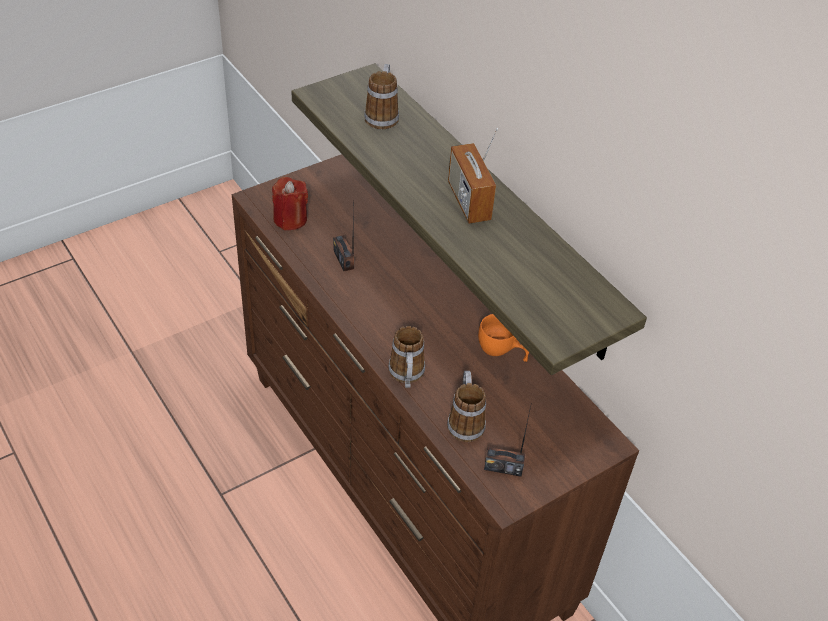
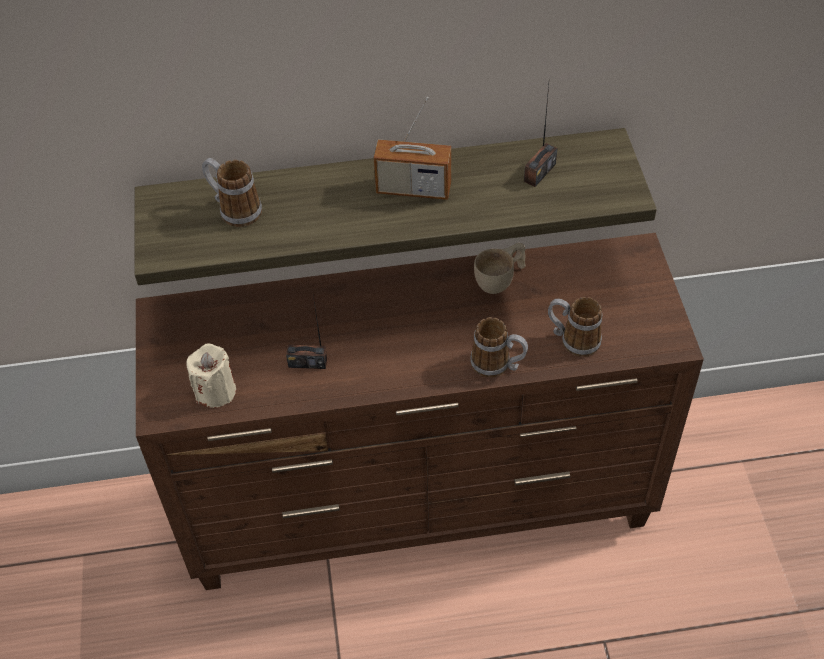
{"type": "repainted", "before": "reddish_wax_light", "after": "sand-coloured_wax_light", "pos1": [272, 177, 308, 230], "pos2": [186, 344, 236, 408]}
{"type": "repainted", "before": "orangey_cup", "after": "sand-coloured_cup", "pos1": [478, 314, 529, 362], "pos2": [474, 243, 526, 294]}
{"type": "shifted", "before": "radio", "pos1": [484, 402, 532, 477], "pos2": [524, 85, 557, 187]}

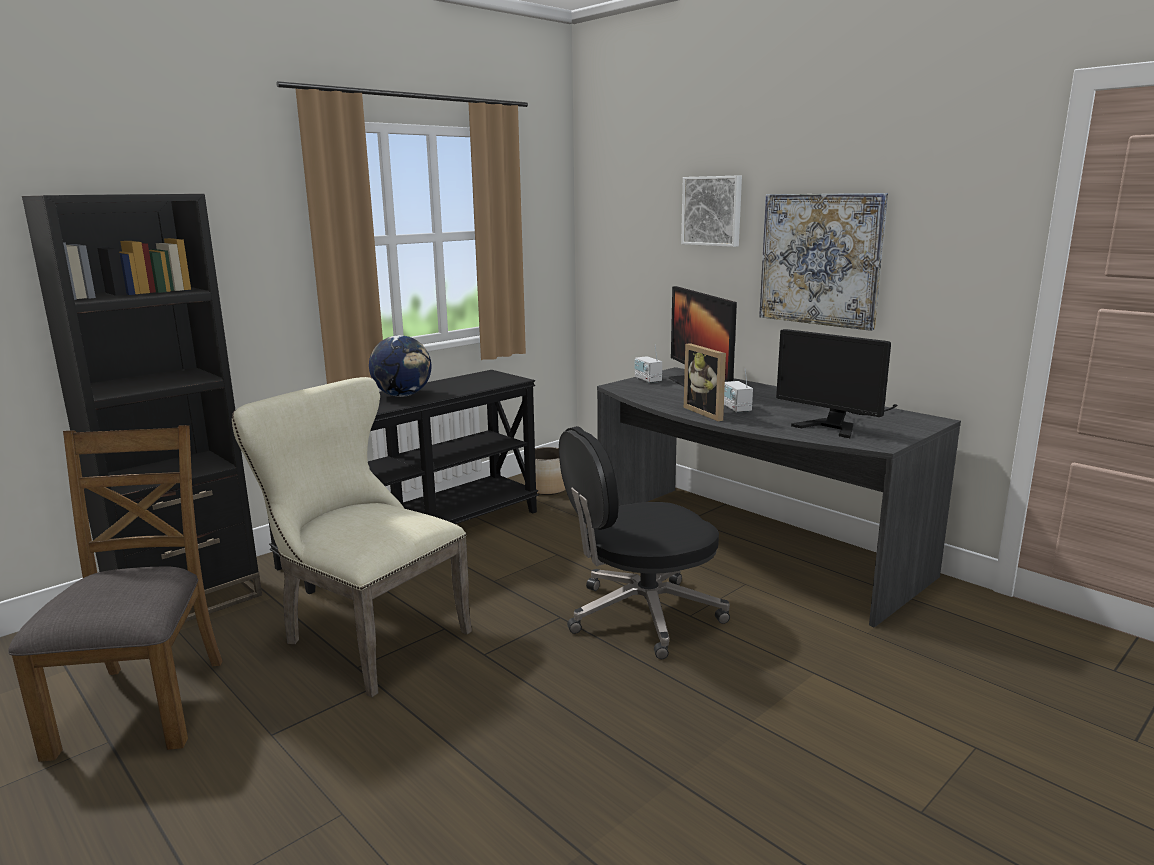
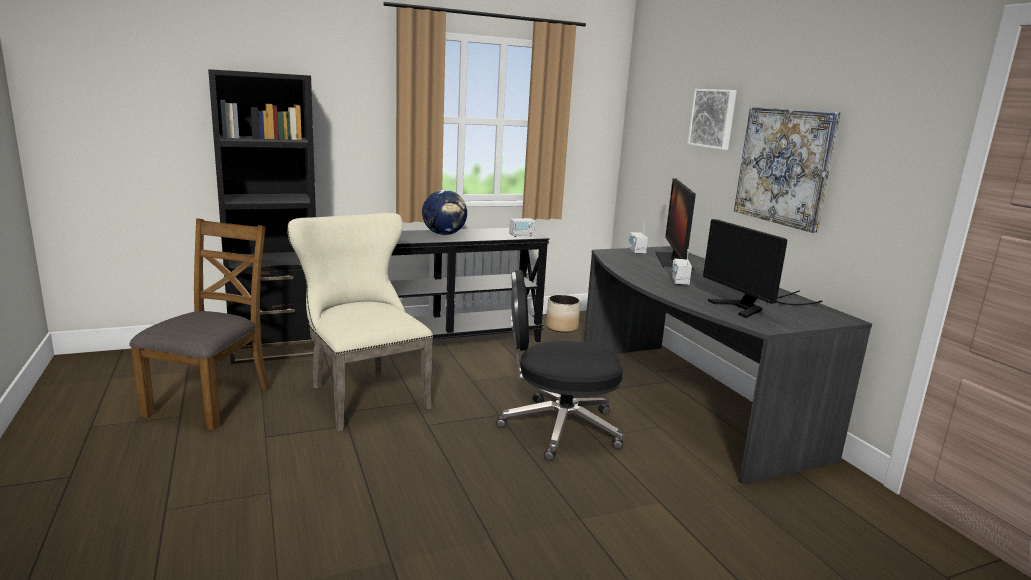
{"type": "new", "after": "radio", "pos2": [509, 207, 535, 237]}
{"type": "gone", "before": "picture_frame", "pos1": [684, 343, 726, 421]}

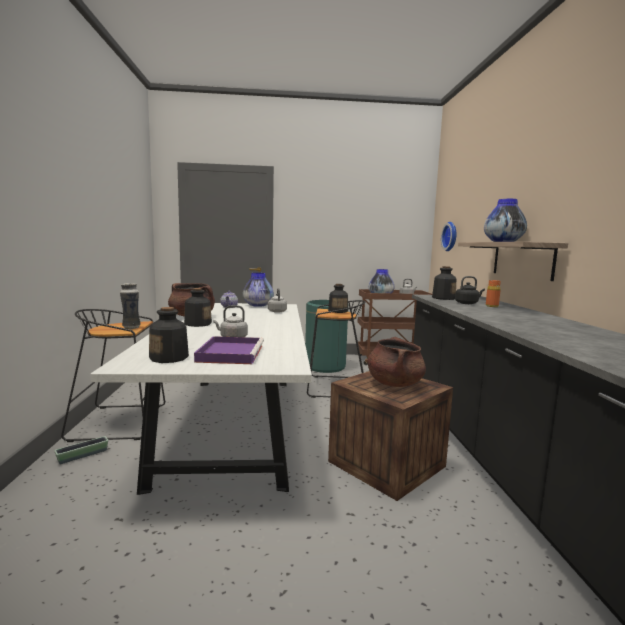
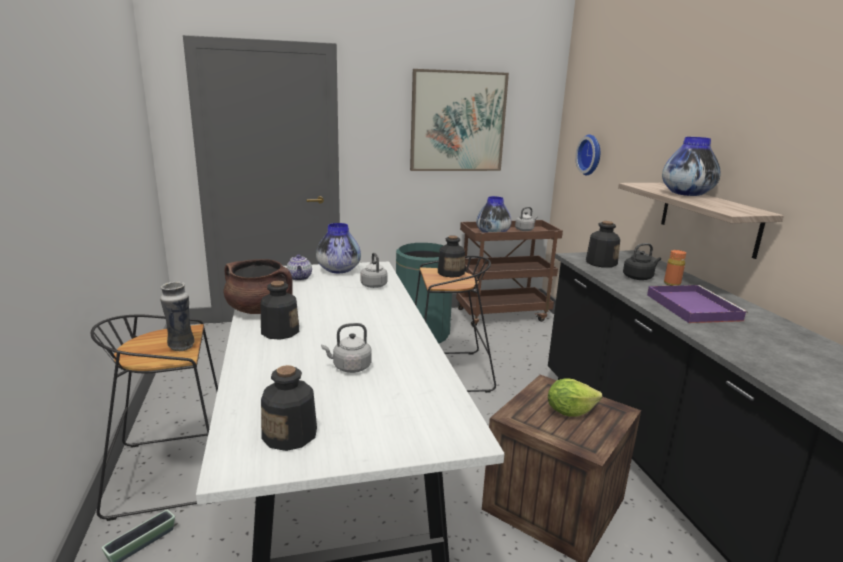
{"type": "new", "after": "wall_picture", "pos2": [410, 69, 509, 171]}
{"type": "swapped", "before": "brown-coloured_stockpot", "after": "lettuce", "pos1": [368, 337, 426, 387], "pos2": [548, 378, 602, 417]}
{"type": "shifted", "before": "purple_carrying_tray", "pos1": [194, 336, 264, 364], "pos2": [647, 285, 748, 323]}

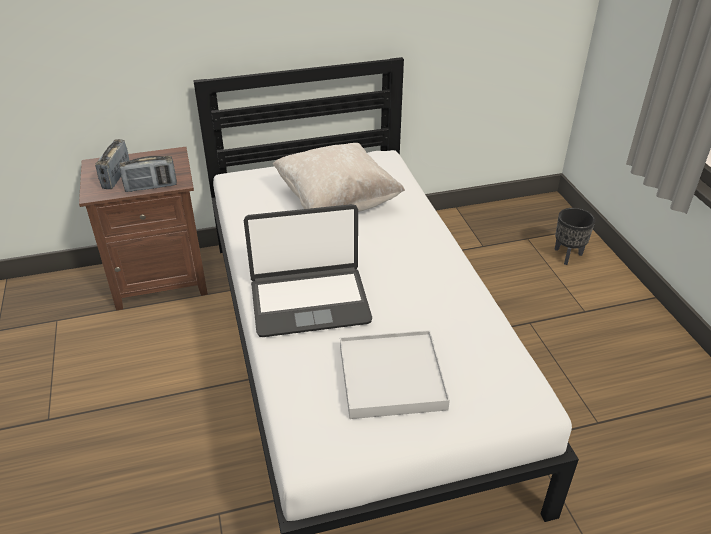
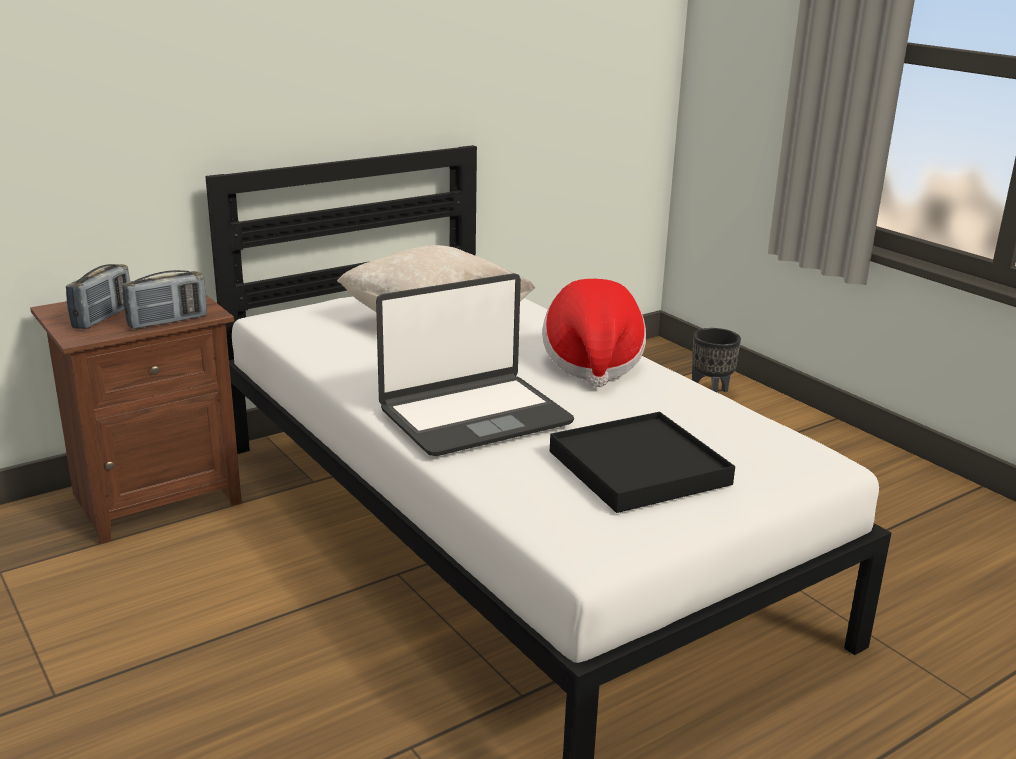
{"type": "rotated", "before": "radio", "pos1": [95, 139, 130, 189], "pos2": [66, 264, 130, 329], "turn": -150}
{"type": "new", "after": "wearable_hat", "pos2": [542, 279, 646, 387]}
{"type": "repainted", "before": "white-coloured_carrying_tray", "after": "black_carrying_tray", "pos1": [340, 330, 450, 419], "pos2": [550, 412, 735, 513]}

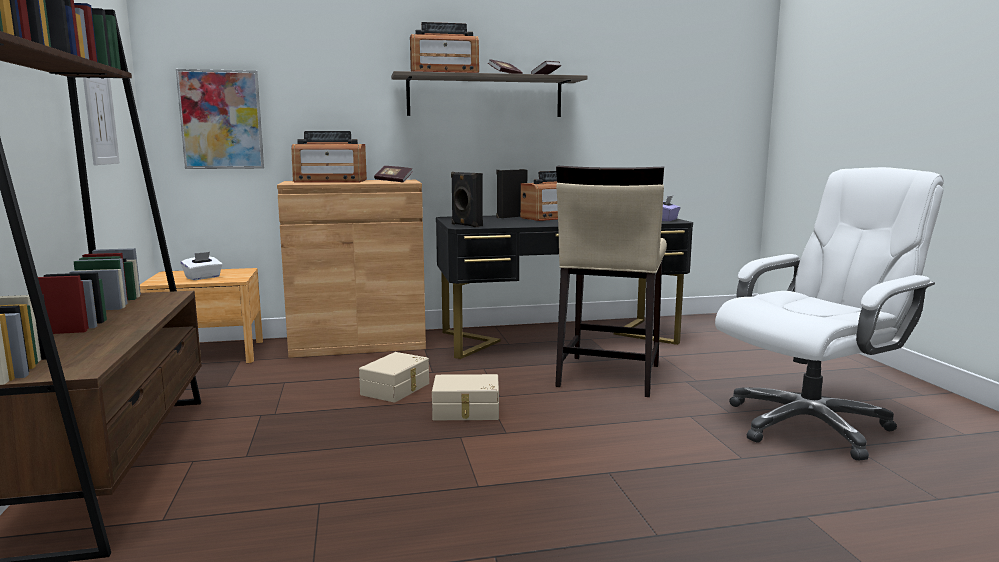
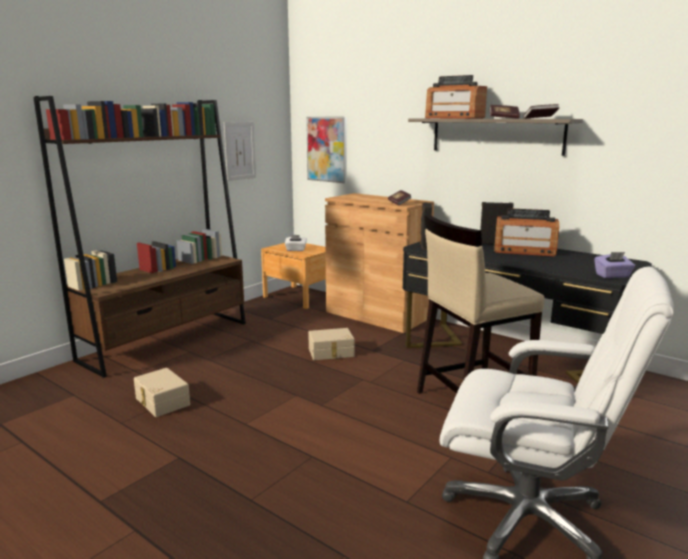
{"type": "shifted", "before": "sand-coloured_storage_box", "pos1": [432, 374, 499, 420], "pos2": [134, 368, 190, 417]}
{"type": "gone", "before": "radio", "pos1": [291, 131, 367, 183]}

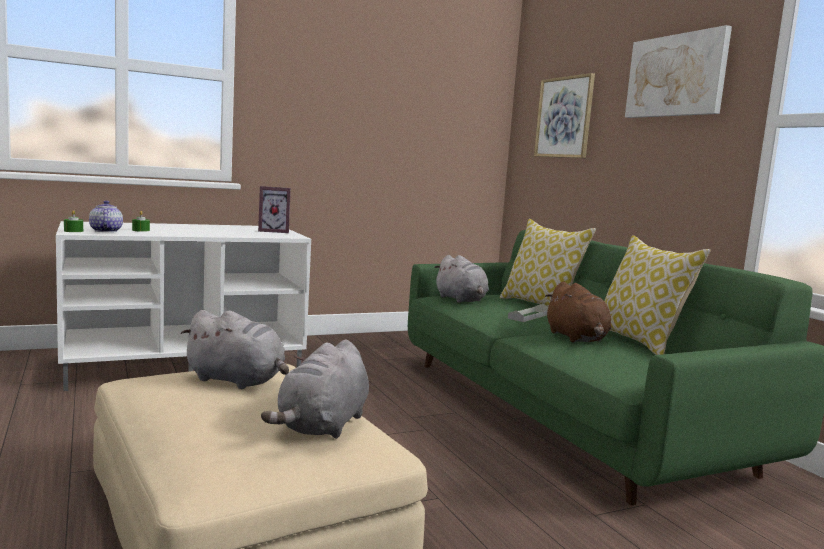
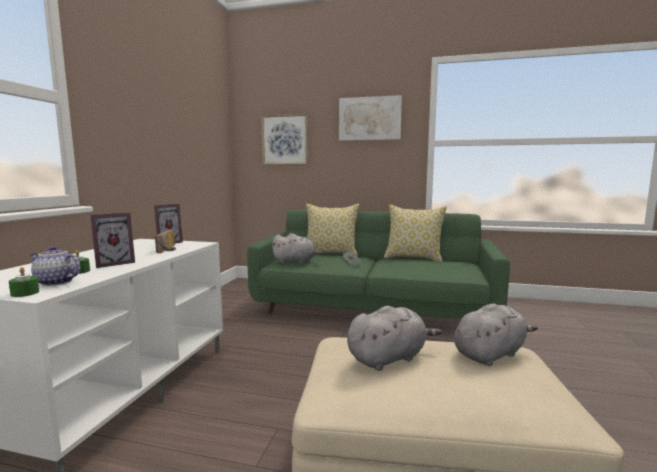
{"type": "new", "after": "picture_frame", "pos2": [90, 212, 135, 268]}
{"type": "new", "after": "radio", "pos2": [155, 230, 176, 253]}
{"type": "rotated", "before": "greyish_plush_toy", "pos1": [261, 340, 369, 439], "pos2": [454, 304, 538, 366], "turn": -90}
{"type": "gone", "before": "brown-coloured_plush_toy", "pos1": [545, 282, 612, 342]}

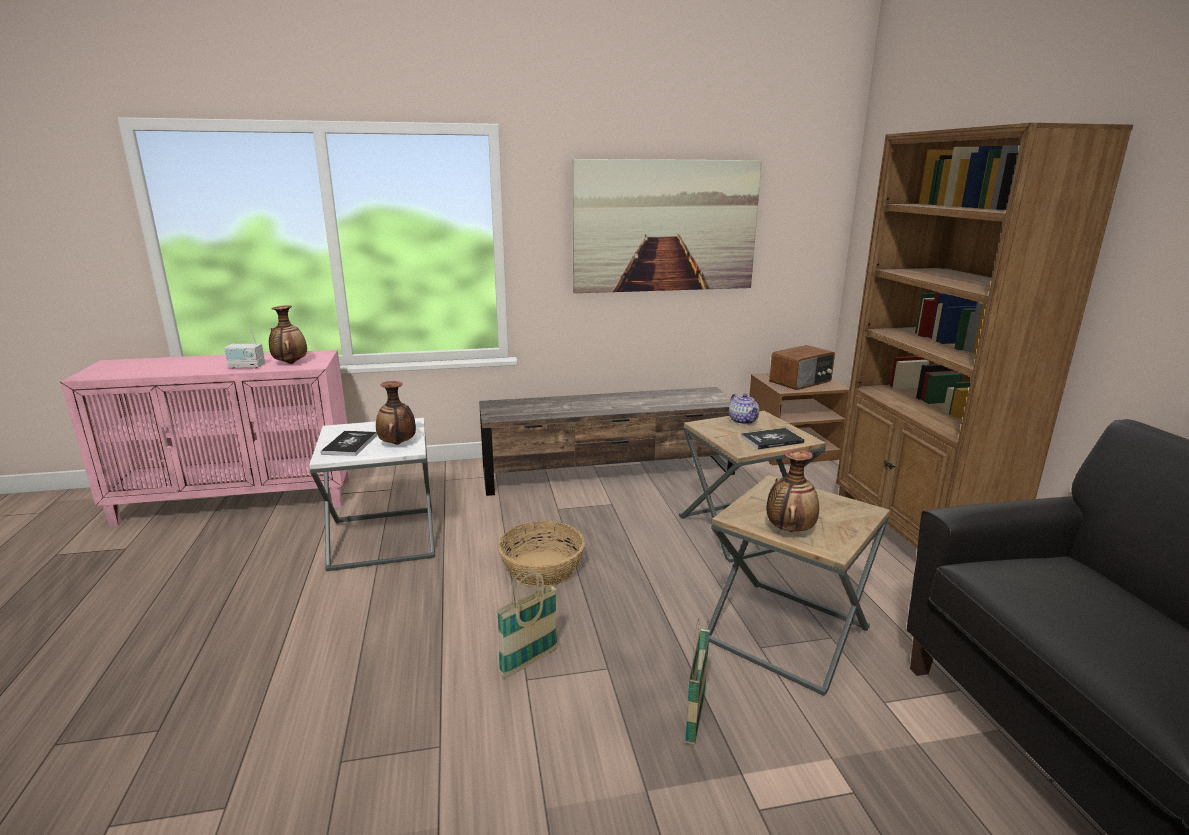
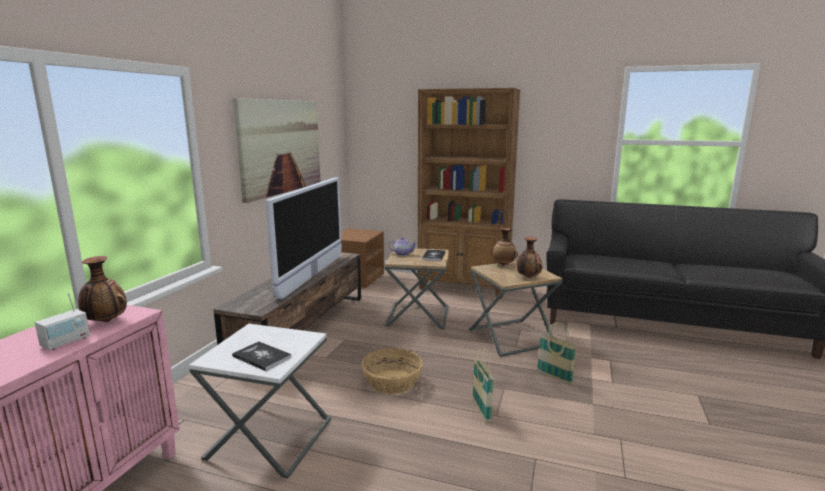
{"type": "new", "after": "TV_set", "pos2": [265, 178, 342, 299]}
{"type": "shifted", "before": "decorative_vase", "pos1": [376, 381, 416, 445], "pos2": [490, 228, 518, 265]}
{"type": "gone", "before": "radio", "pos1": [769, 345, 835, 390]}

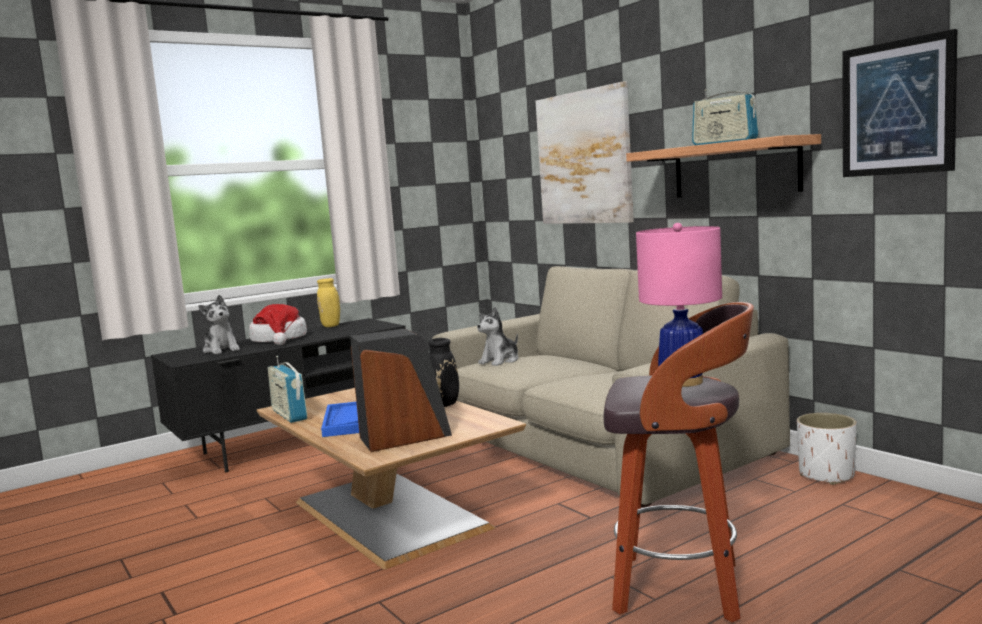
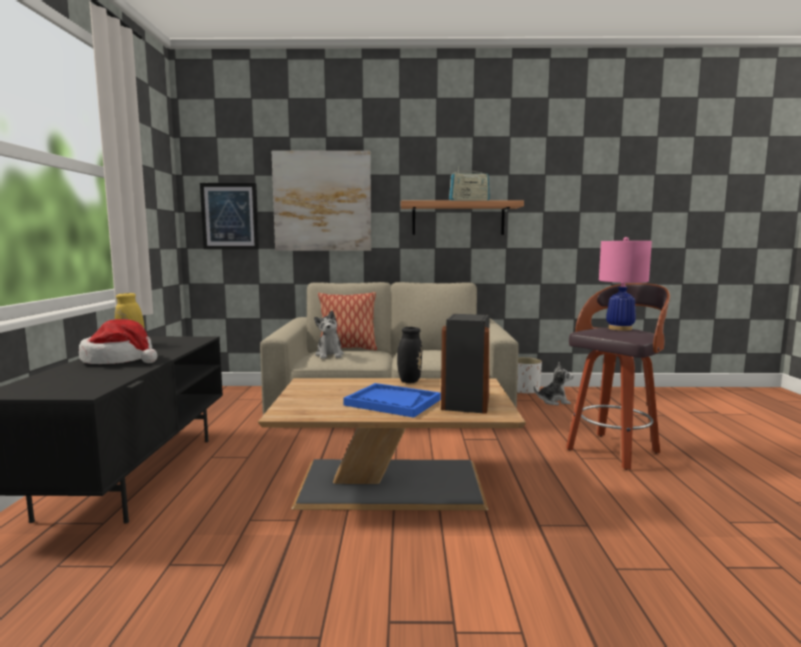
{"type": "shifted", "before": "wall_picture", "pos1": [842, 29, 957, 177], "pos2": [200, 183, 259, 249]}
{"type": "new", "after": "cushion", "pos2": [318, 292, 377, 350]}
{"type": "shifted", "before": "plush_toy", "pos1": [199, 295, 240, 355], "pos2": [534, 362, 574, 405]}
{"type": "gone", "before": "radio", "pos1": [268, 356, 307, 423]}

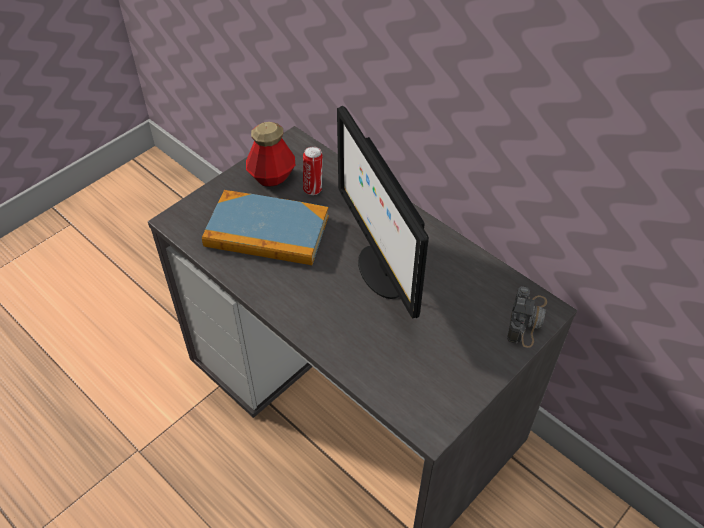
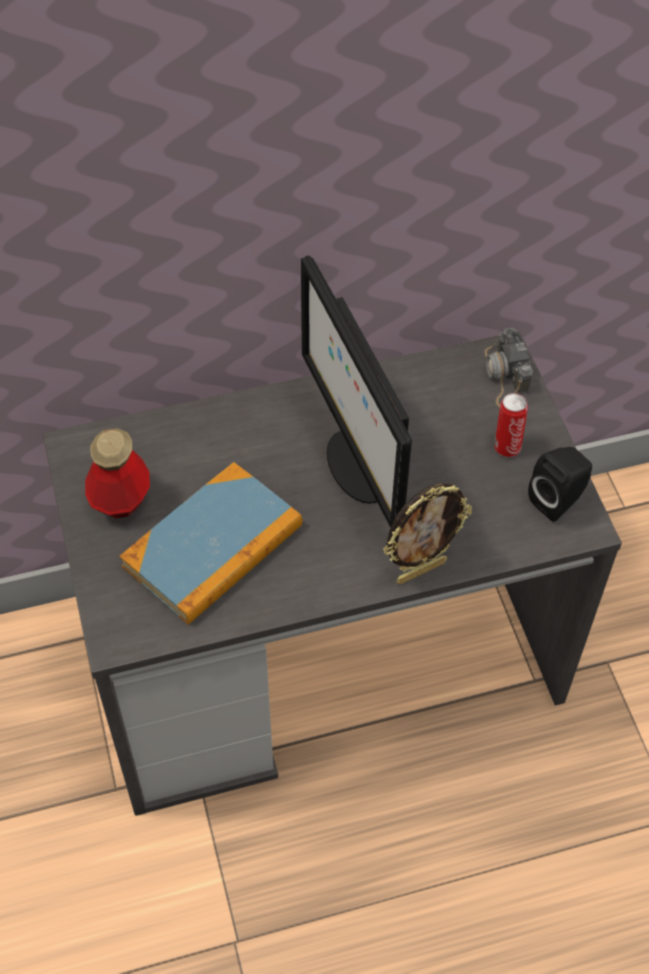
{"type": "rotated", "before": "monitor", "pos1": [337, 106, 429, 319], "pos2": [301, 255, 412, 528], "turn": 60}
{"type": "new", "after": "picture_frame", "pos2": [383, 484, 472, 585]}
{"type": "rotated", "before": "photo_camera", "pos1": [507, 286, 547, 348], "pos2": [485, 328, 533, 408], "turn": -150}
{"type": "shifted", "before": "metal_can", "pos1": [303, 147, 323, 195], "pos2": [494, 393, 528, 457]}
{"type": "new", "after": "black_speaker", "pos2": [528, 447, 592, 522]}

